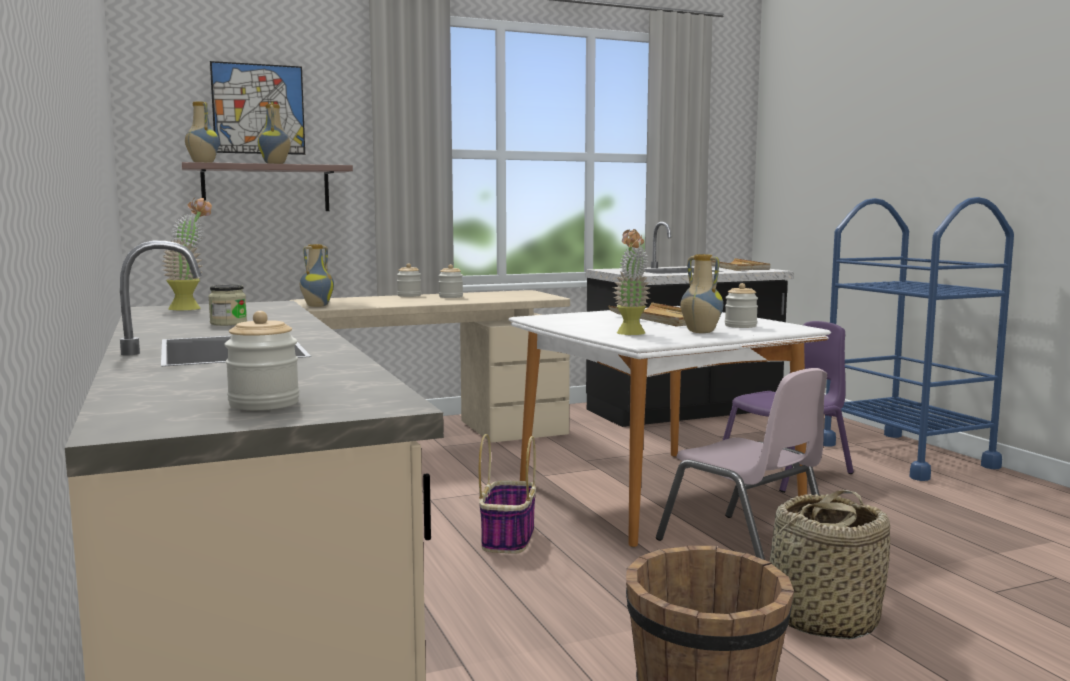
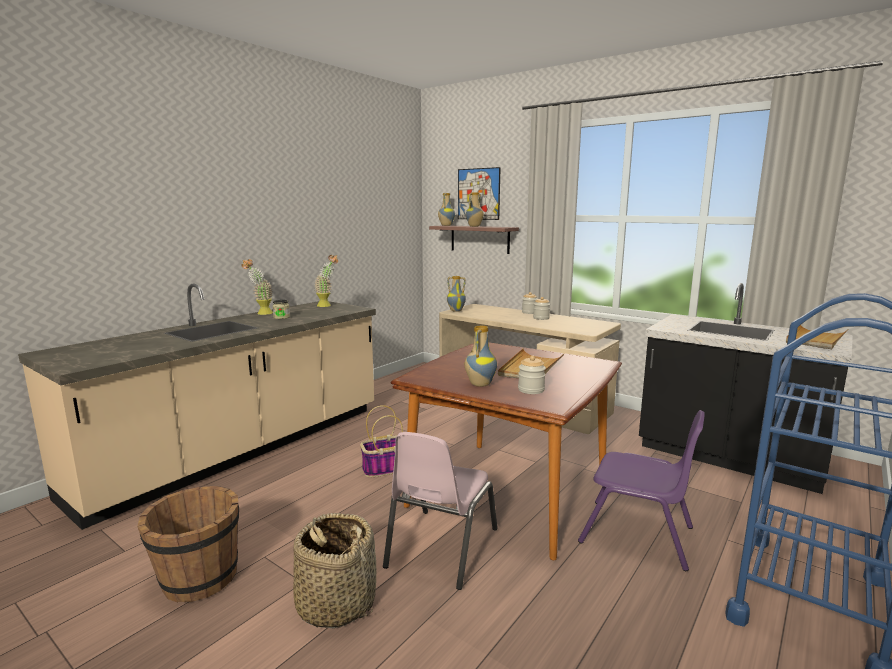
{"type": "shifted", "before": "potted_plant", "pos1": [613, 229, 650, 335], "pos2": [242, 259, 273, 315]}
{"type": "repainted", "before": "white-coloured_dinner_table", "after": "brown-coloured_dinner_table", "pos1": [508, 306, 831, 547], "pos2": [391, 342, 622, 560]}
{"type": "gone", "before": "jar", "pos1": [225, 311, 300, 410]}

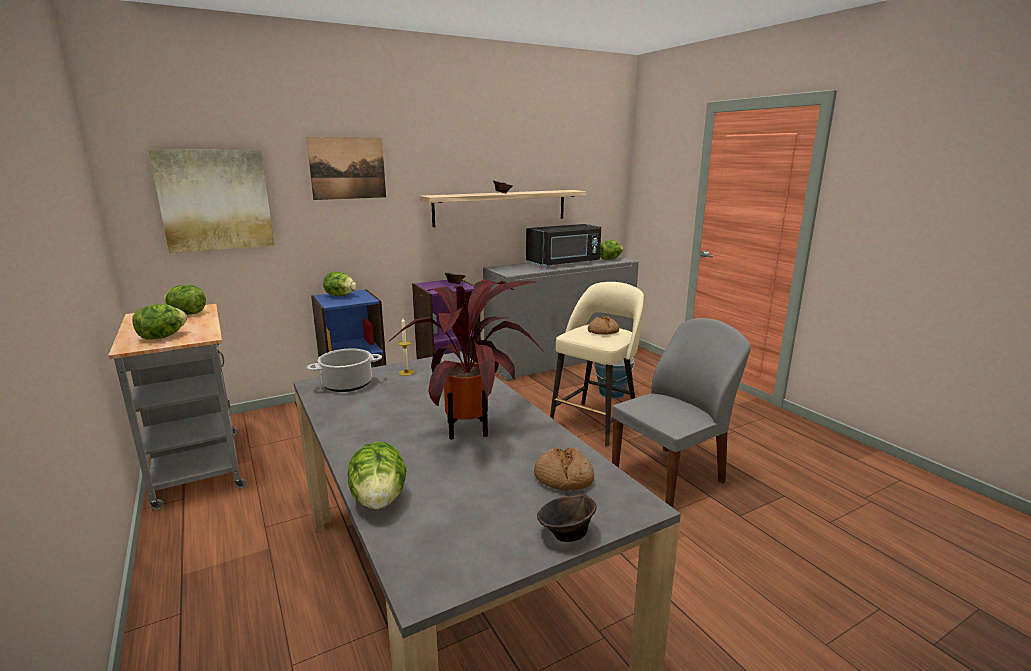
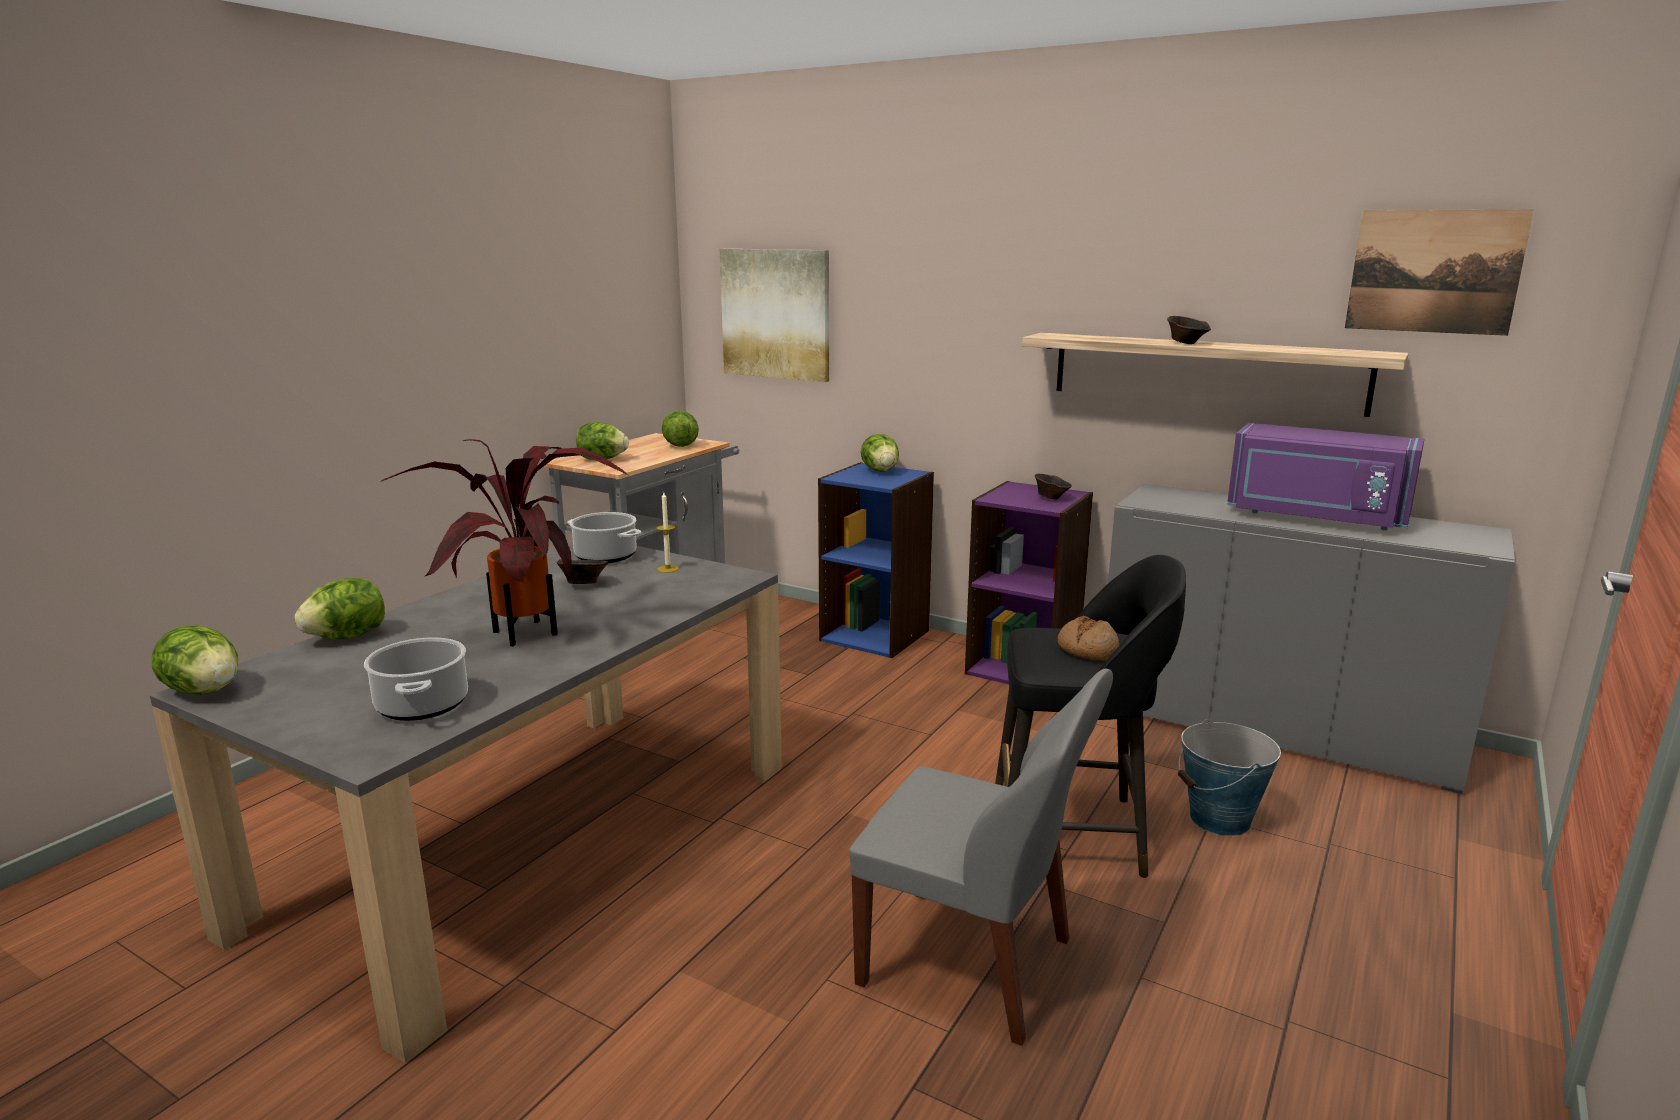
{"type": "shifted", "before": "lettuce", "pos1": [600, 240, 623, 260], "pos2": [152, 626, 238, 695]}
{"type": "swapped", "before": "baked_bread", "after": "stockpot", "pos1": [534, 447, 594, 490], "pos2": [364, 637, 468, 721]}
{"type": "shifted", "before": "brown-coloured_bowl", "pos1": [537, 494, 597, 542], "pos2": [557, 559, 609, 584]}
{"type": "repainted", "before": "sand-coloured_stool_seat", "after": "black_stool_seat", "pos1": [550, 282, 644, 446], "pos2": [995, 555, 1186, 878]}
{"type": "repainted", "before": "black_microwave_oven", "after": "purple_microwave_oven", "pos1": [526, 224, 601, 267], "pos2": [1227, 423, 1424, 530]}
{"type": "shifted", "before": "wall_picture", "pos1": [306, 137, 386, 200], "pos2": [1345, 210, 1534, 336]}

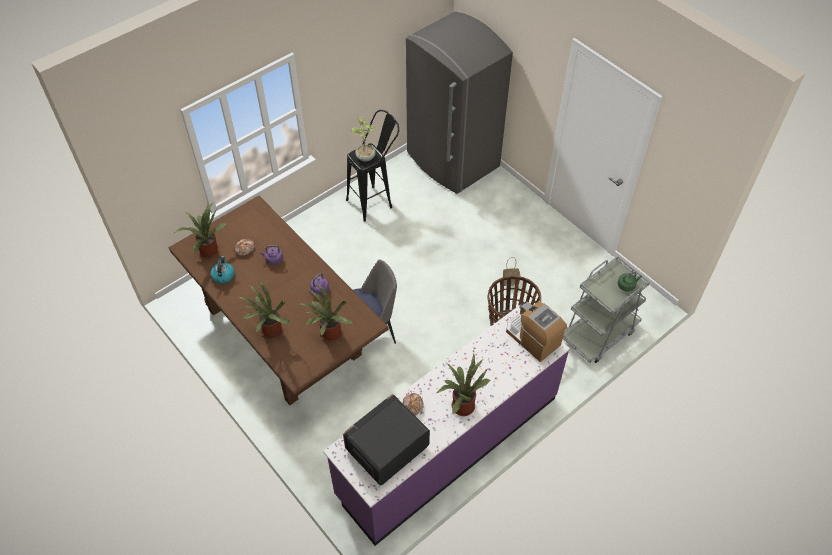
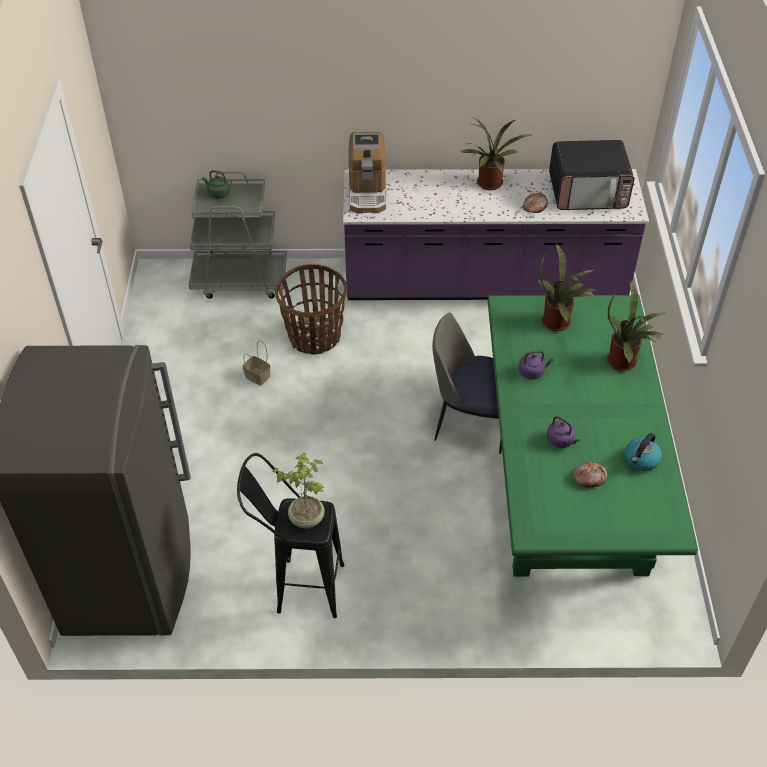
{"type": "repainted", "before": "brown-coloured_dinner_table", "after": "green_dinner_table", "pos1": [169, 196, 388, 405], "pos2": [488, 295, 698, 576]}
{"type": "gone", "before": "potted_plant", "pos1": [173, 202, 226, 259]}

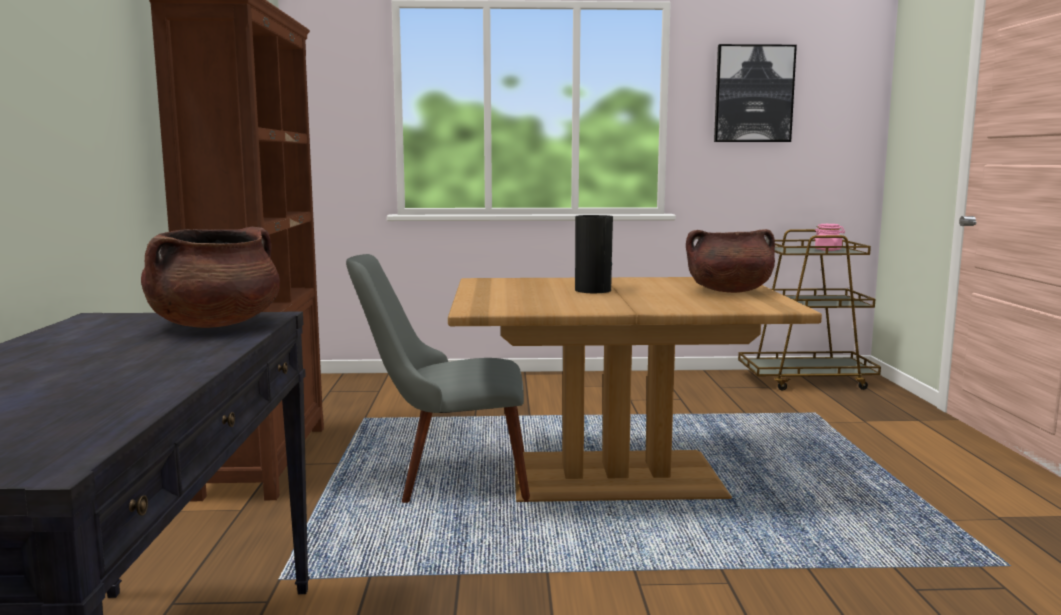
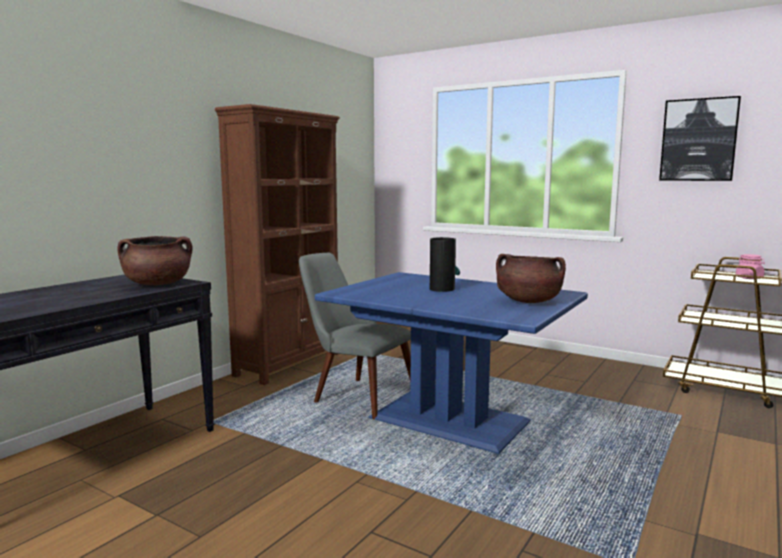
{"type": "repainted", "before": "brown-coloured_dinner_table", "after": "bluish_dinner_table", "pos1": [448, 277, 822, 502], "pos2": [315, 272, 588, 454]}

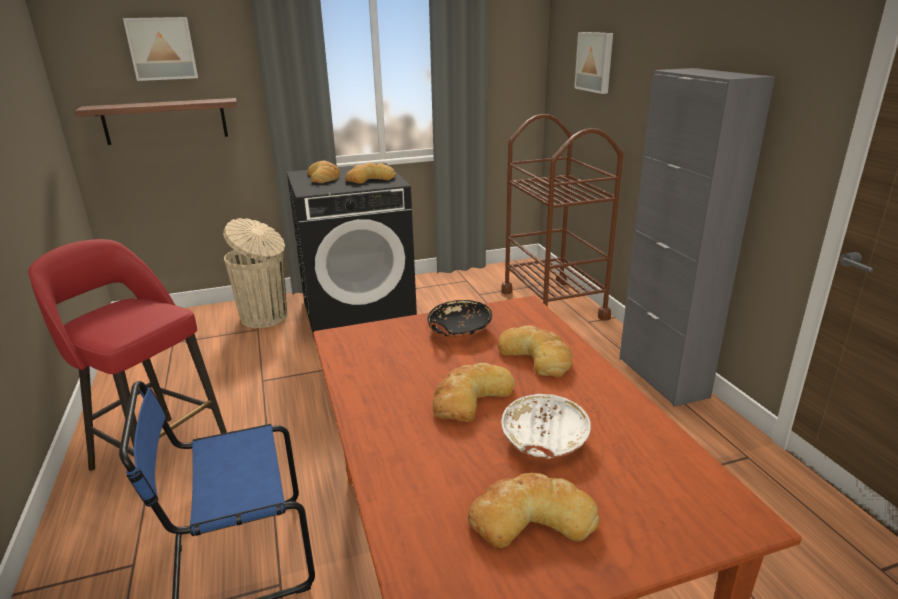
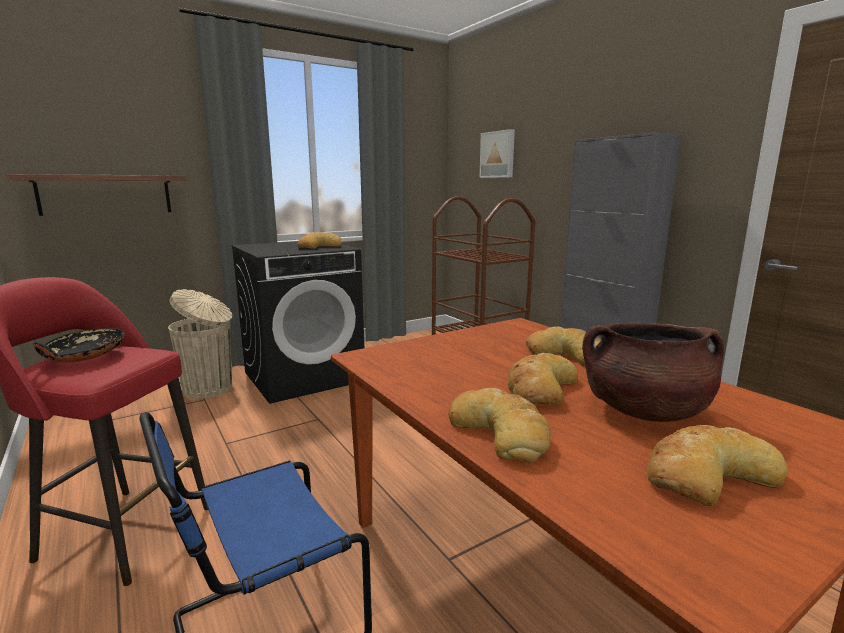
{"type": "shifted", "before": "black_bowl", "pos1": [427, 300, 492, 338], "pos2": [33, 328, 125, 362]}
{"type": "shifted", "before": "baked_bread", "pos1": [308, 161, 340, 183], "pos2": [449, 388, 551, 463]}
{"type": "swapped", "before": "white-coloured_bowl", "after": "brown-coloured_stockpot", "pos1": [501, 394, 591, 459], "pos2": [582, 322, 724, 422]}
{"type": "gone", "before": "wall_picture", "pos1": [123, 17, 198, 81]}

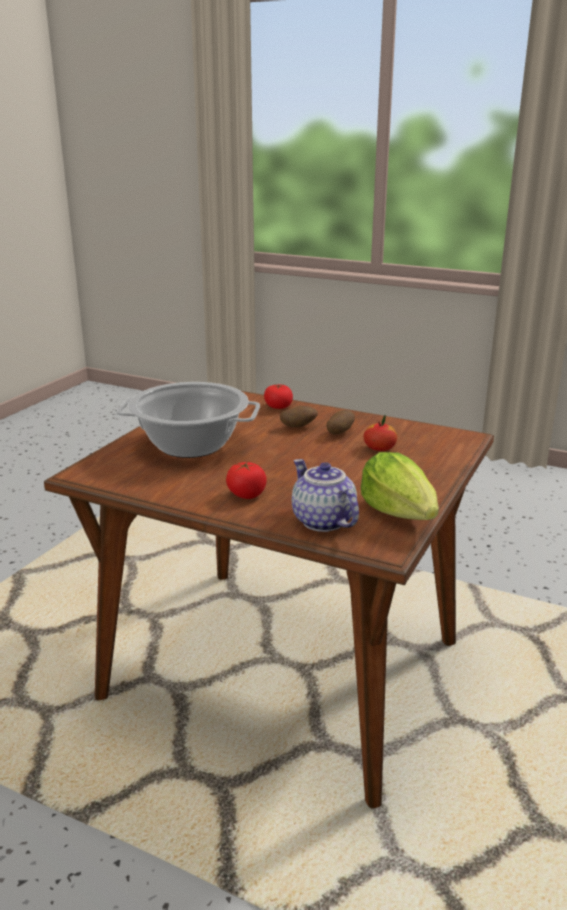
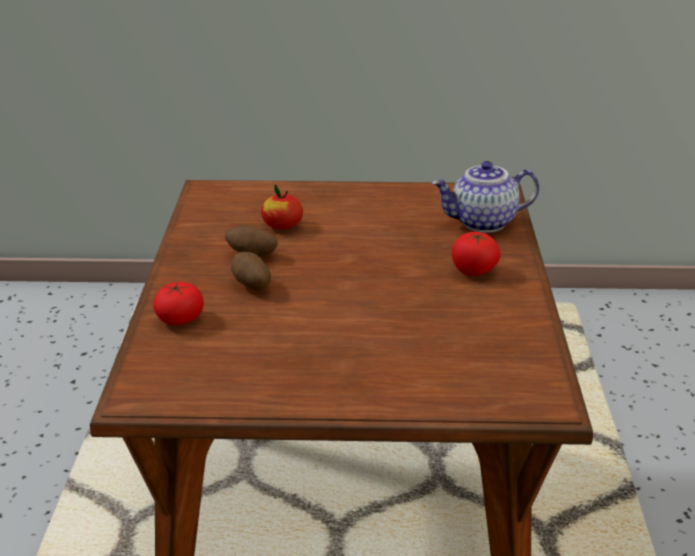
{"type": "rotated", "before": "teapot", "pos1": [292, 459, 359, 532], "pos2": [432, 161, 539, 233], "turn": 45}
{"type": "gone", "before": "stockpot", "pos1": [116, 382, 260, 458]}
{"type": "gone", "before": "lettuce", "pos1": [361, 452, 439, 520]}

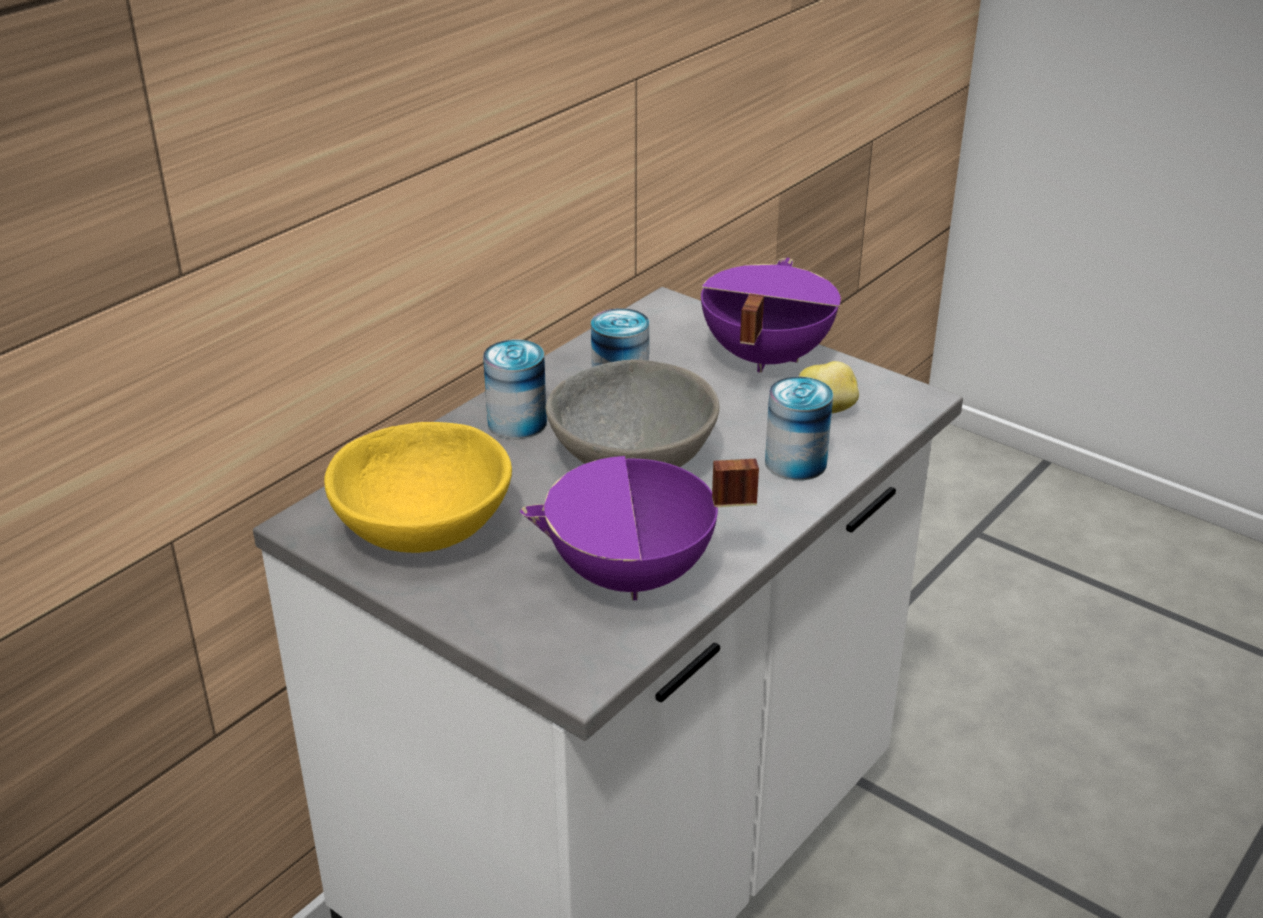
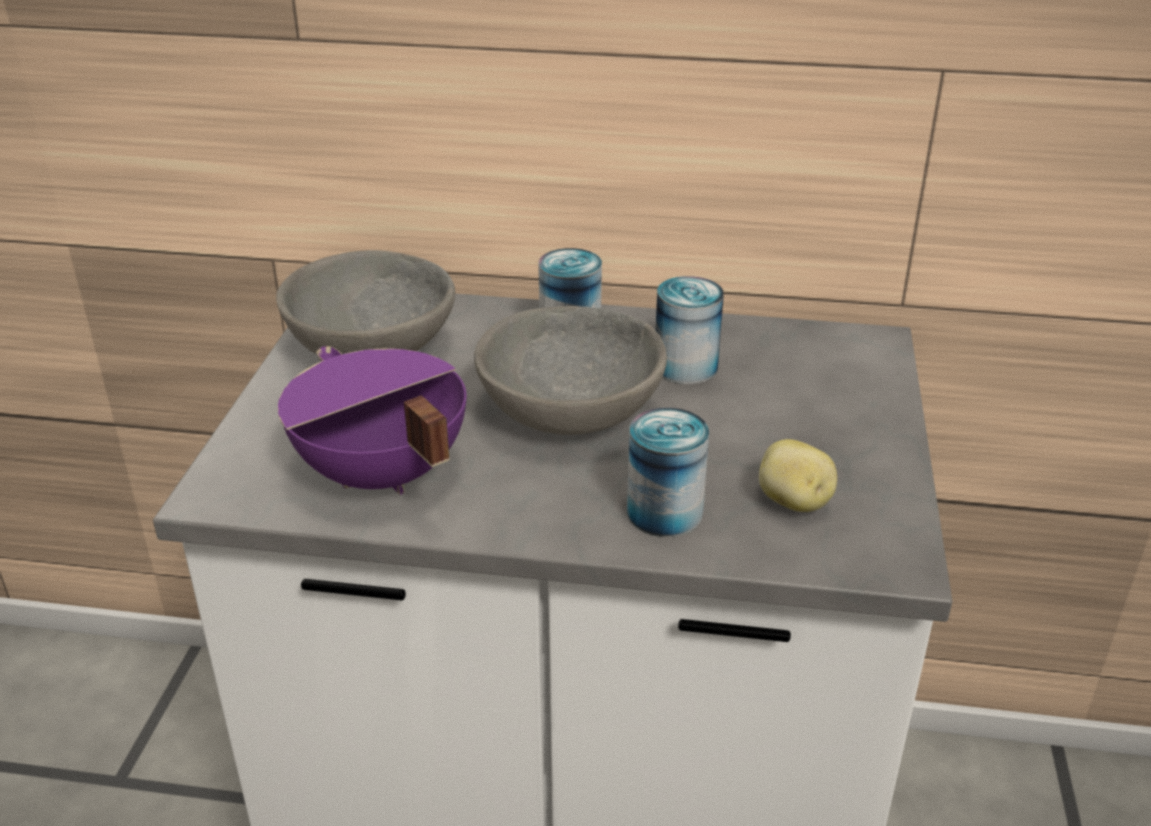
{"type": "repainted", "before": "yellowish_bowl", "after": "greyish_bowl", "pos1": [324, 422, 512, 553], "pos2": [276, 250, 455, 354]}
{"type": "gone", "before": "purple_stockpot", "pos1": [701, 258, 841, 373]}

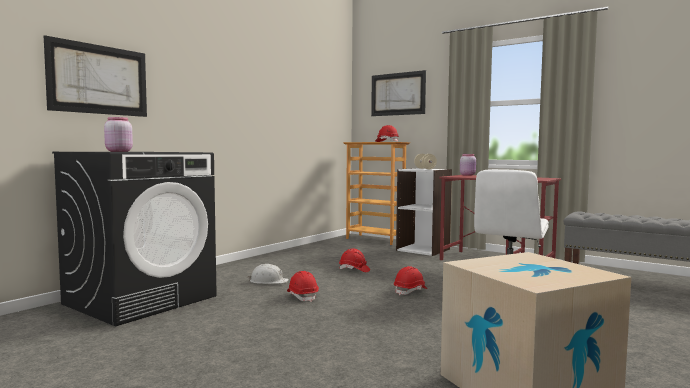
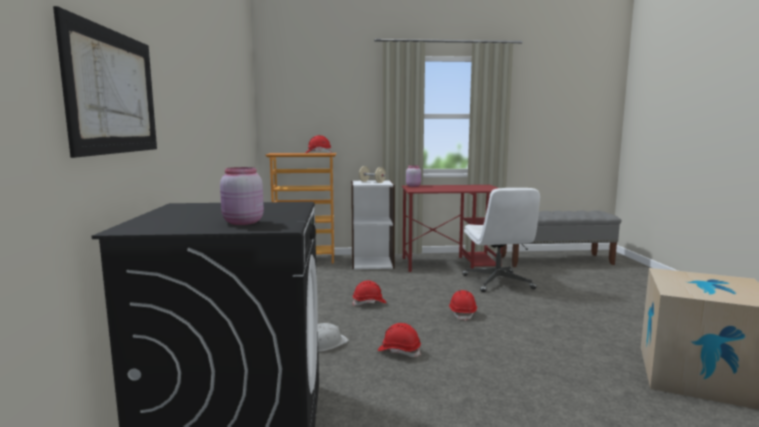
{"type": "gone", "before": "wall_picture", "pos1": [371, 70, 426, 116]}

